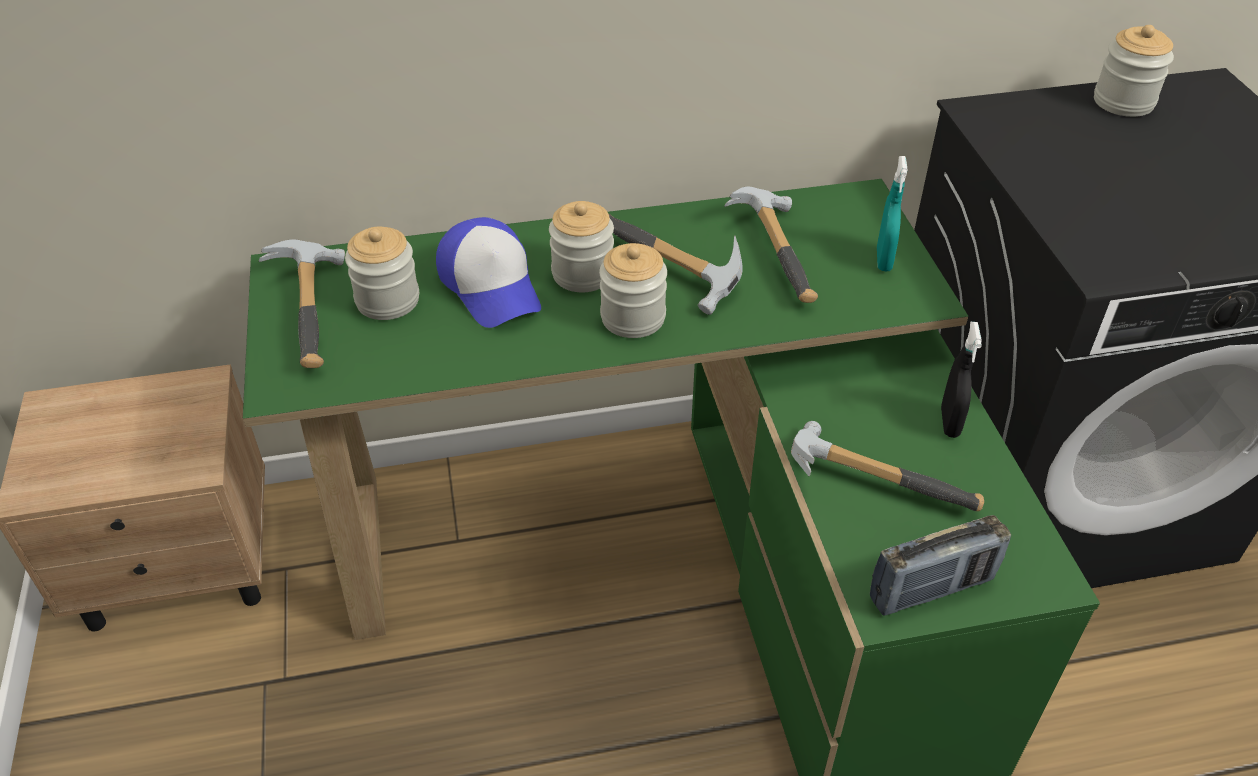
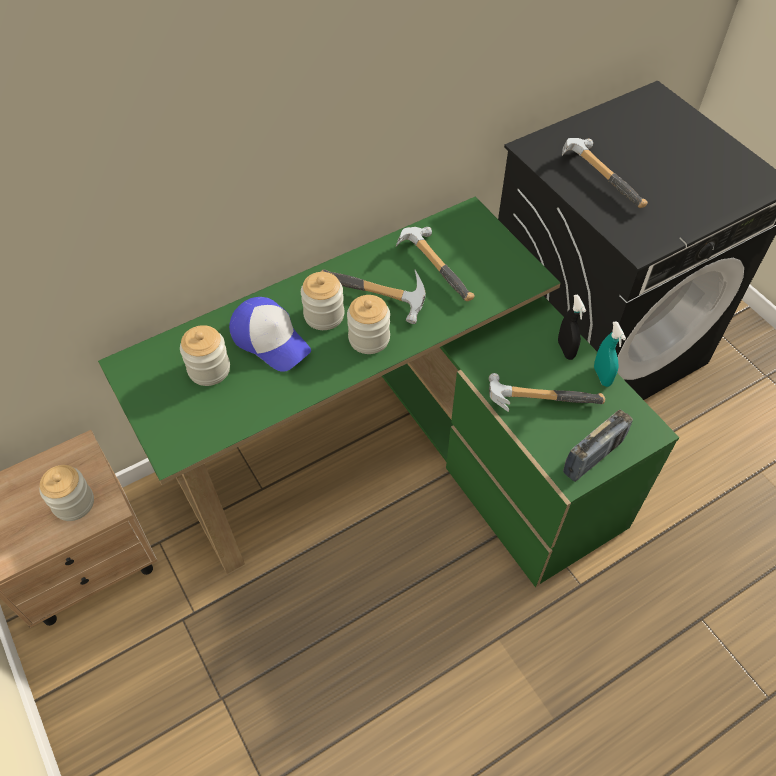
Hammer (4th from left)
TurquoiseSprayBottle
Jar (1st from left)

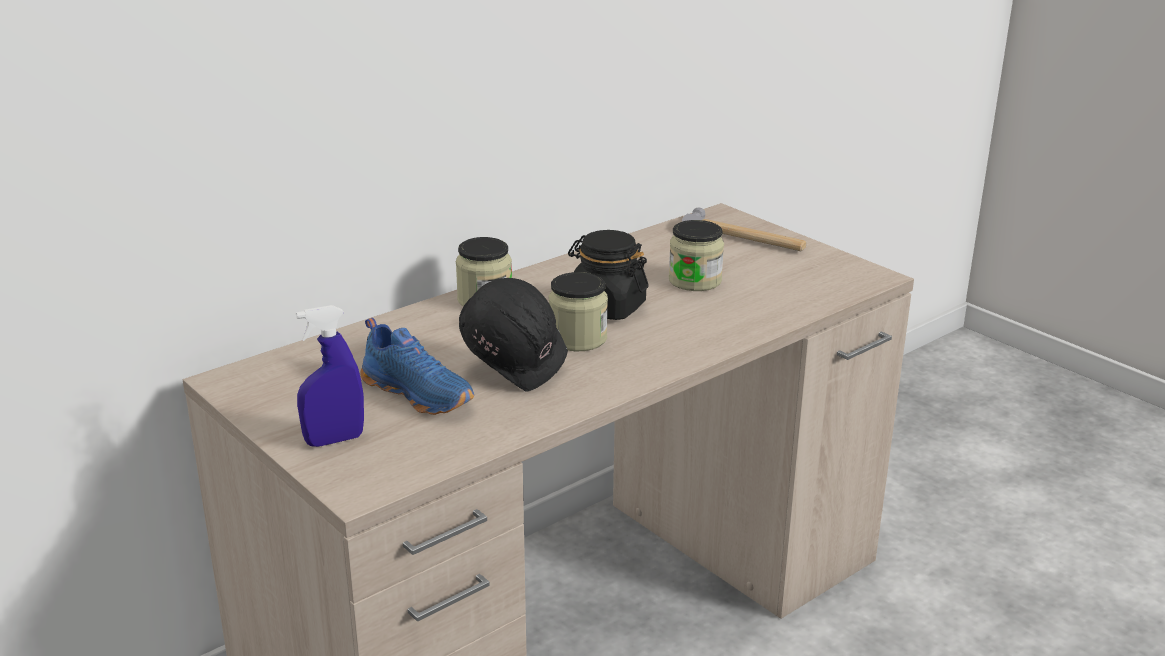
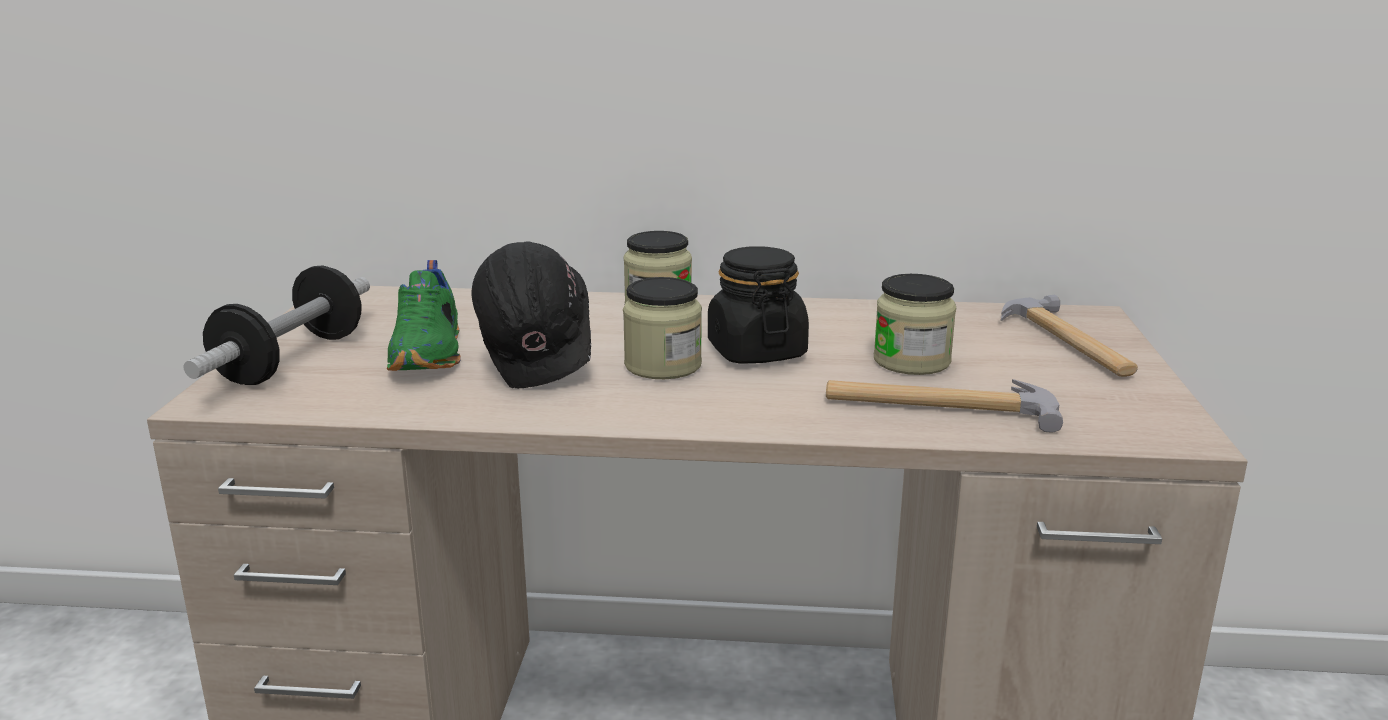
Dumbbell
GreenShoe
Hammer (1st from left)

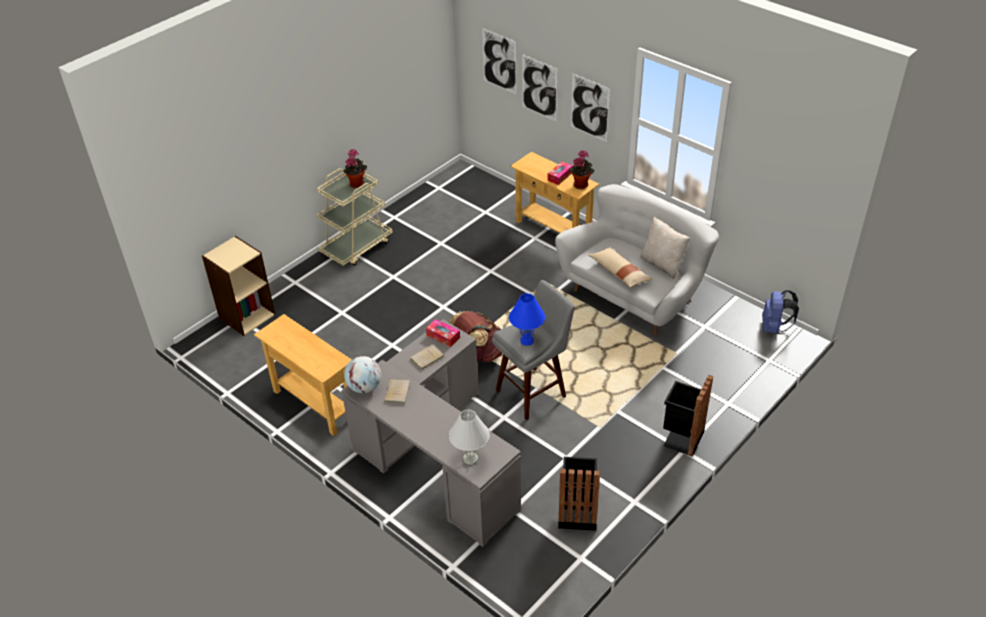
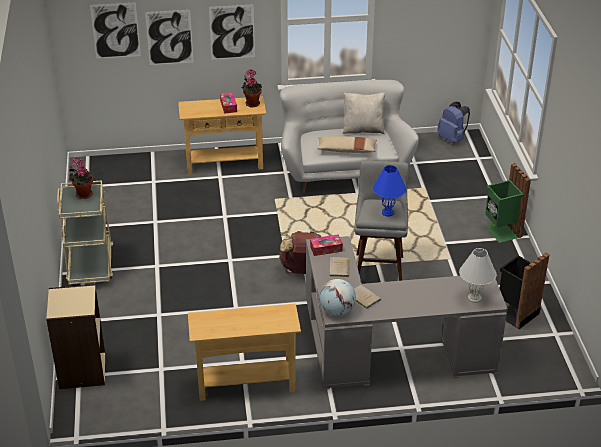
GreenTrashCan

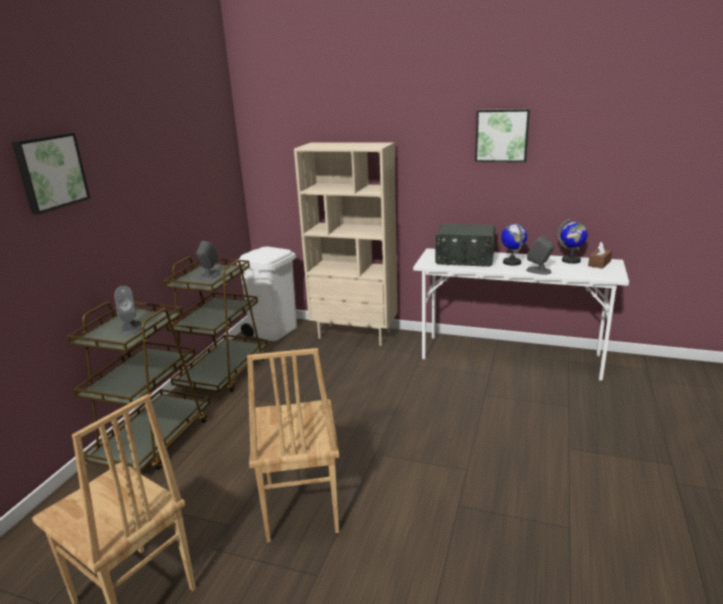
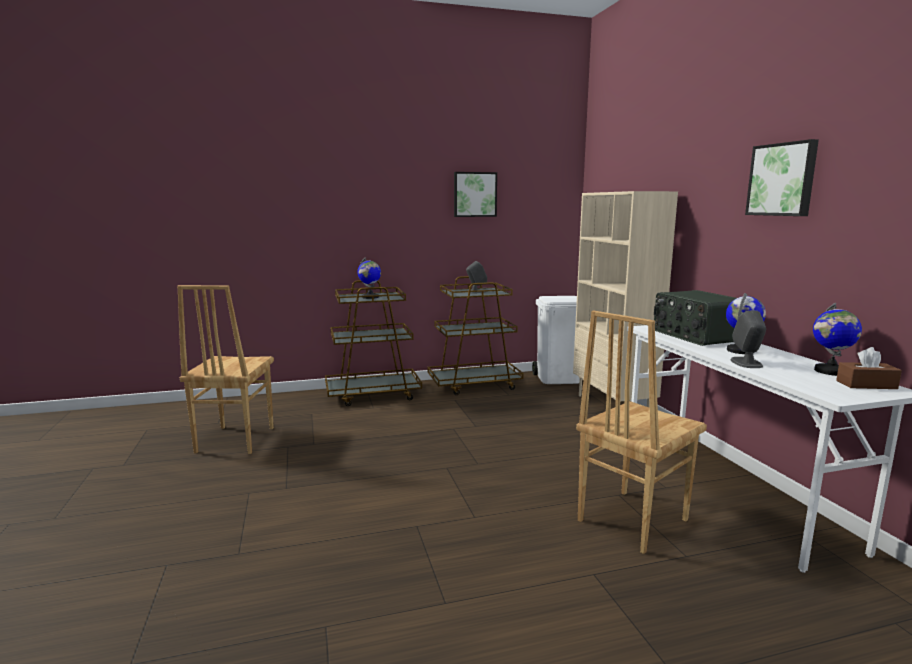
Picture (1st from left)
Globe (1st from left)
BrownChair (2nd from left)

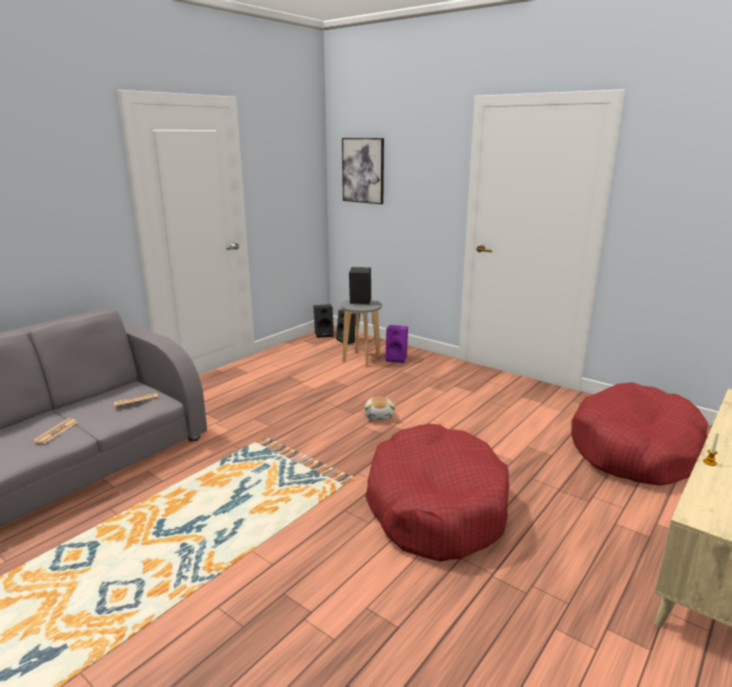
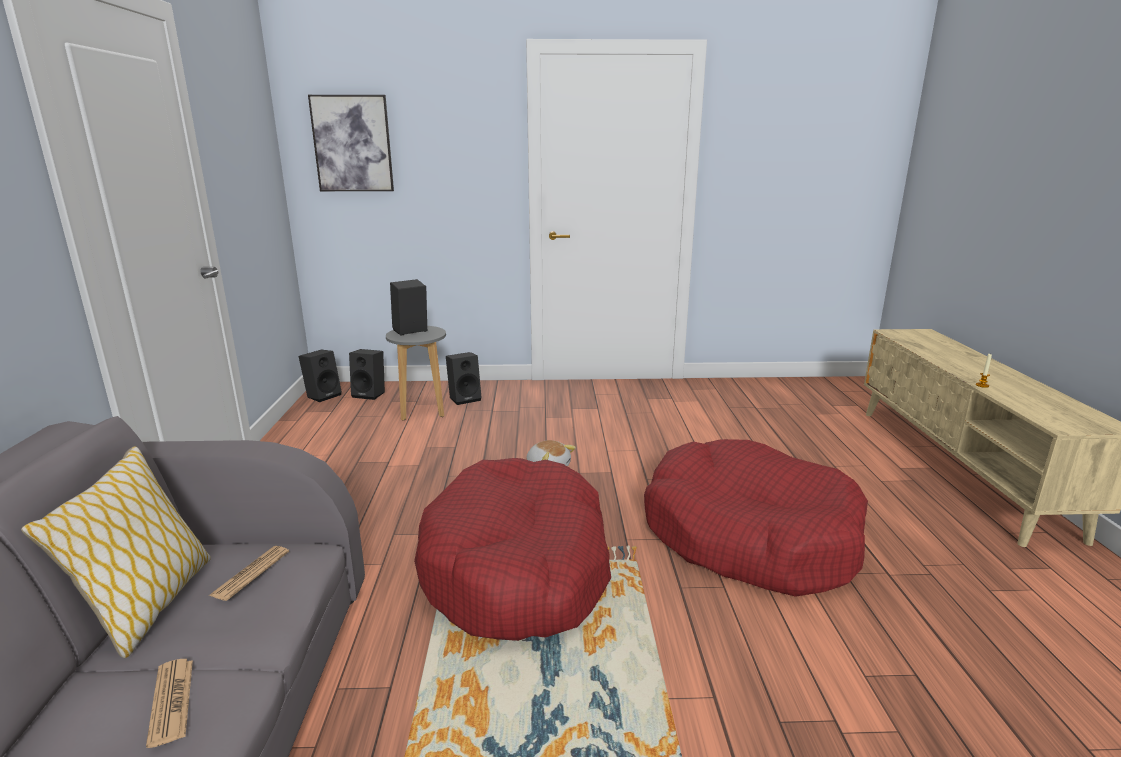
BlackSpeaker (4th from left)
RedDogBed (1st from left)
Pillow

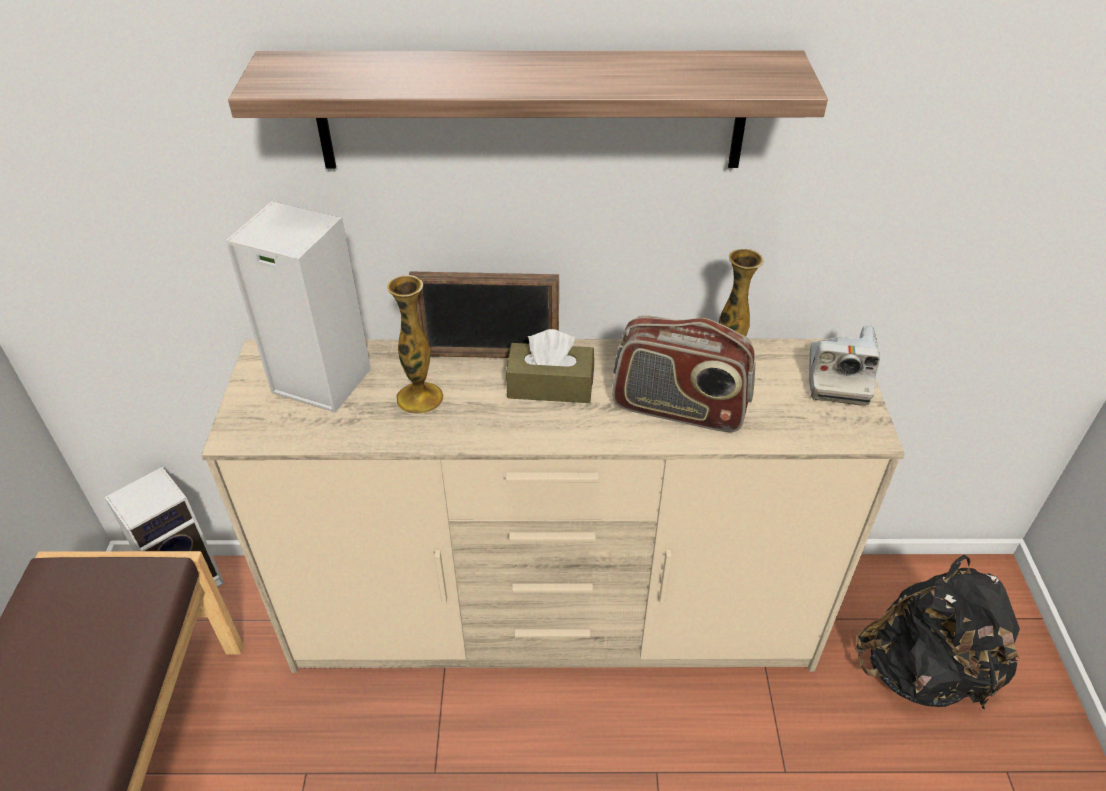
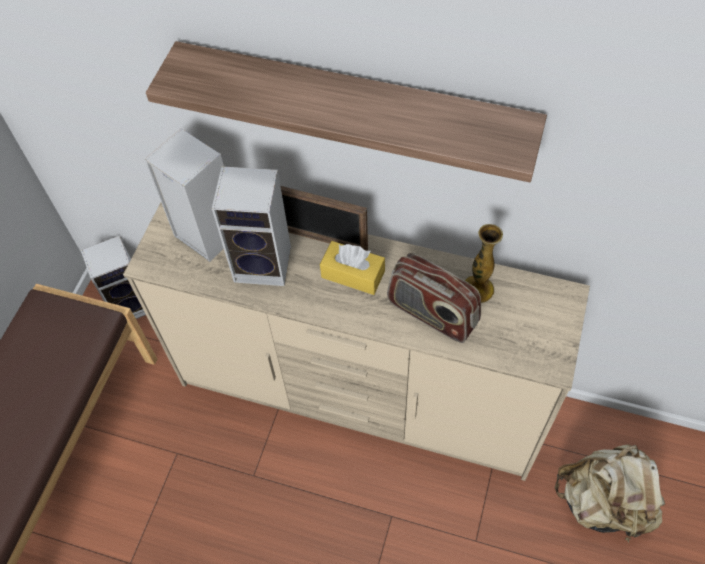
Speaker (3rd from left)
YellowTissueBox
PhotoCamera
BeigeBackpack

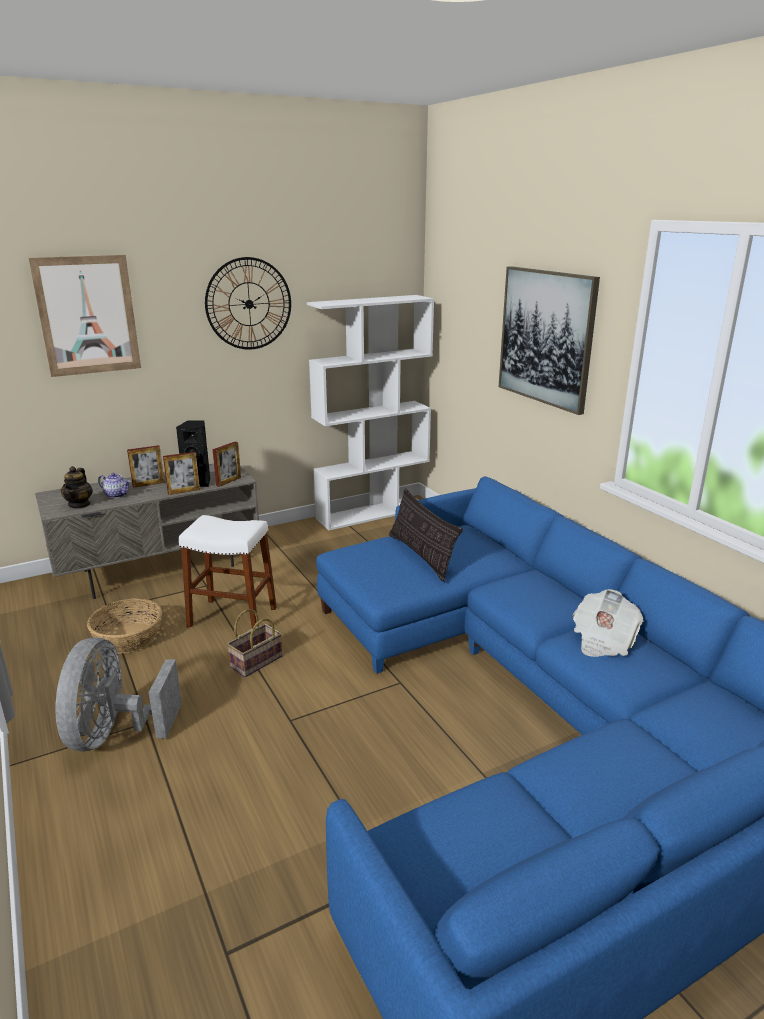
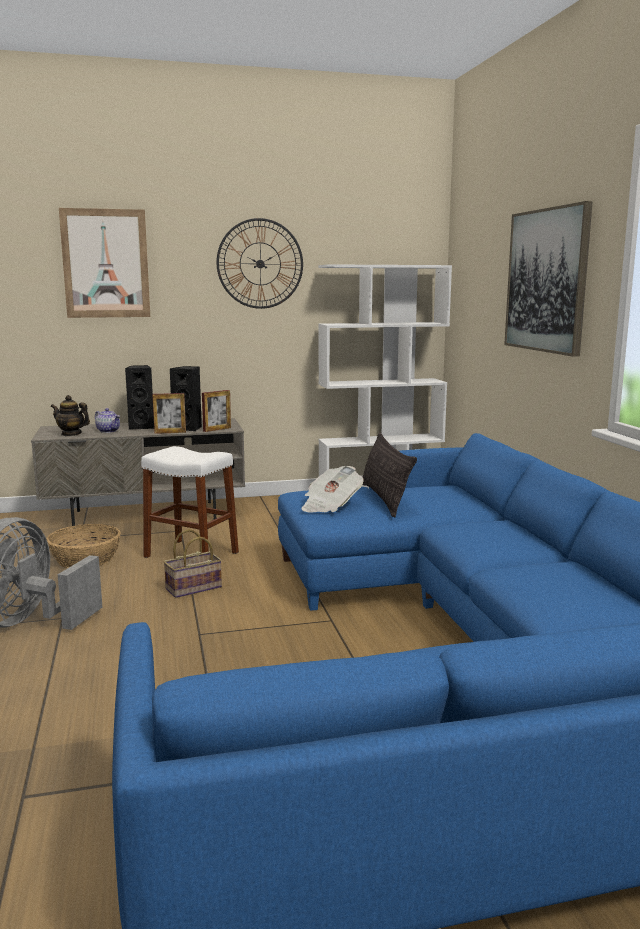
Teapot (1st from left)
BlackSpeaker (1st from left)
Newspaper

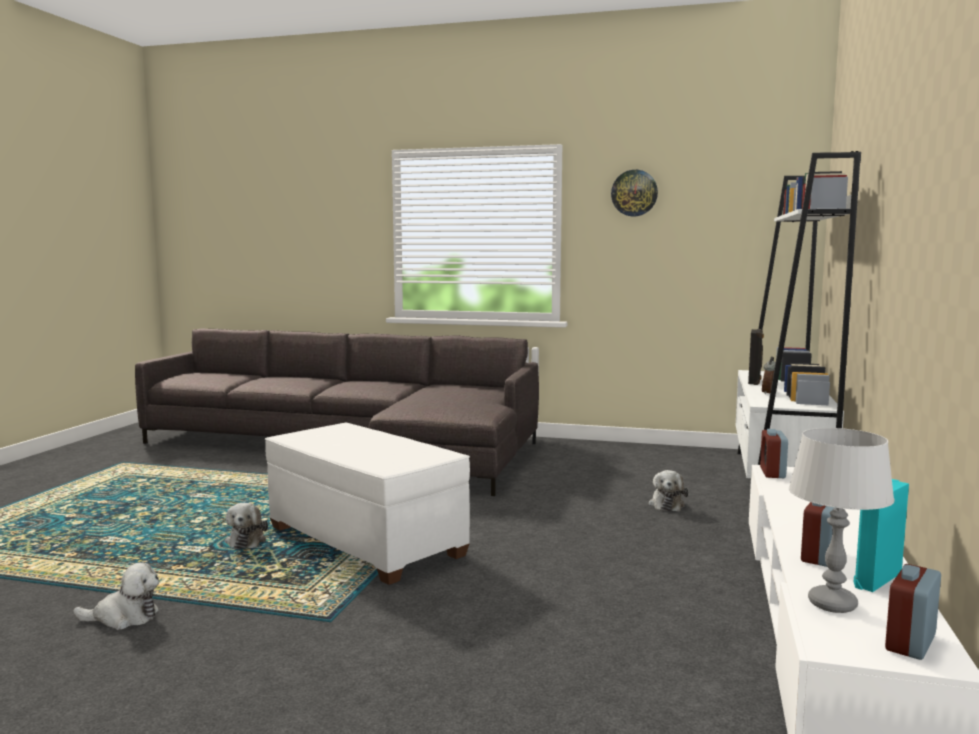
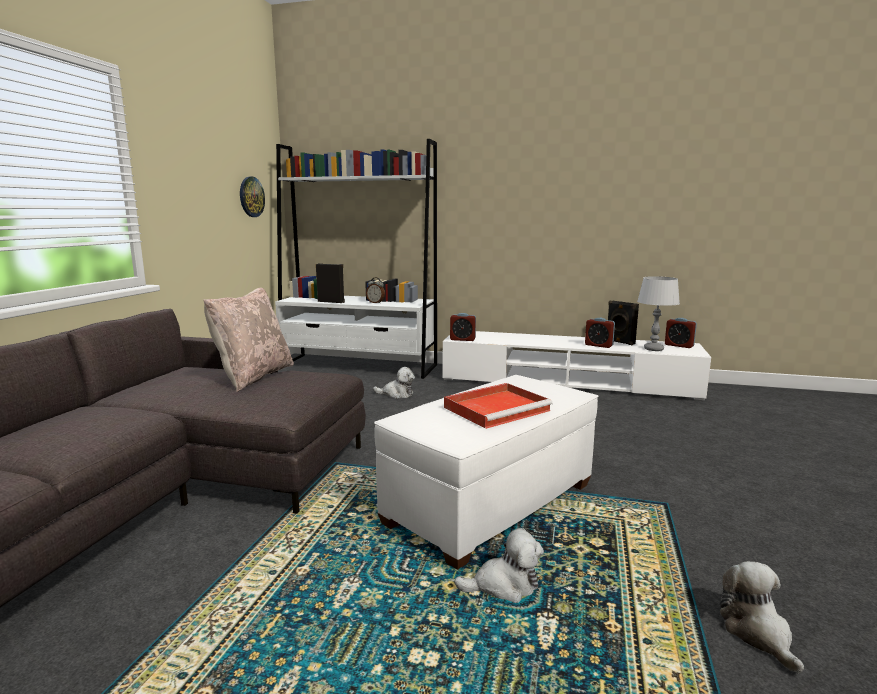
WallClock
BlackSpeaker (2nd from left)
BeigePillow
RedTray

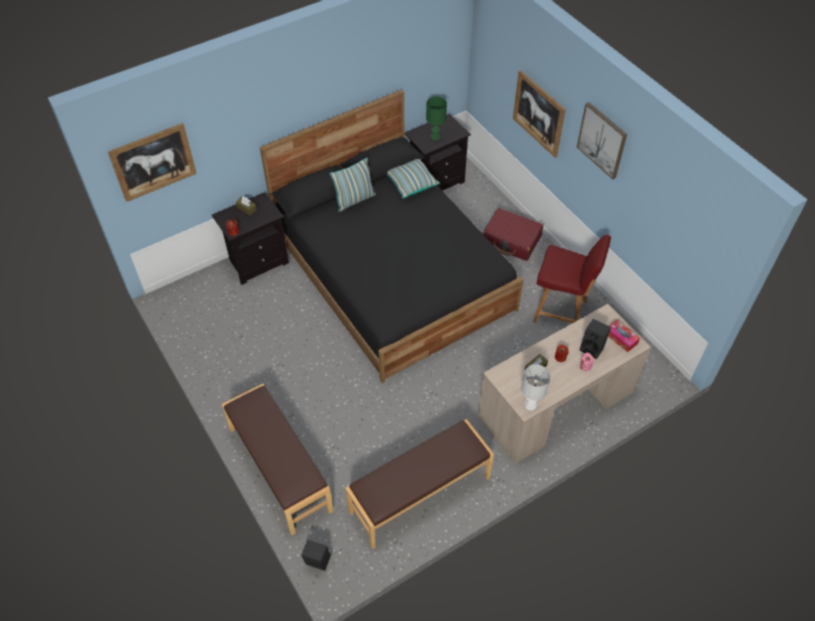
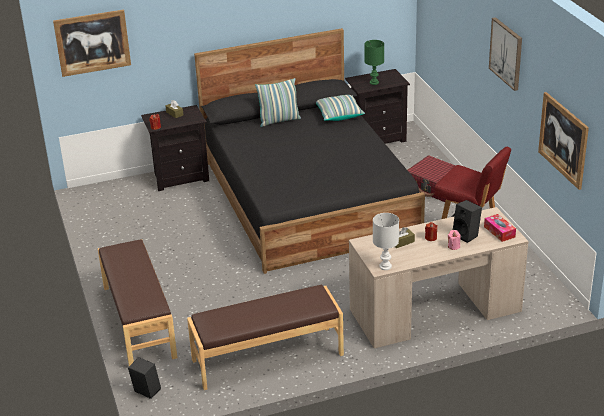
Picture (3rd from left)

